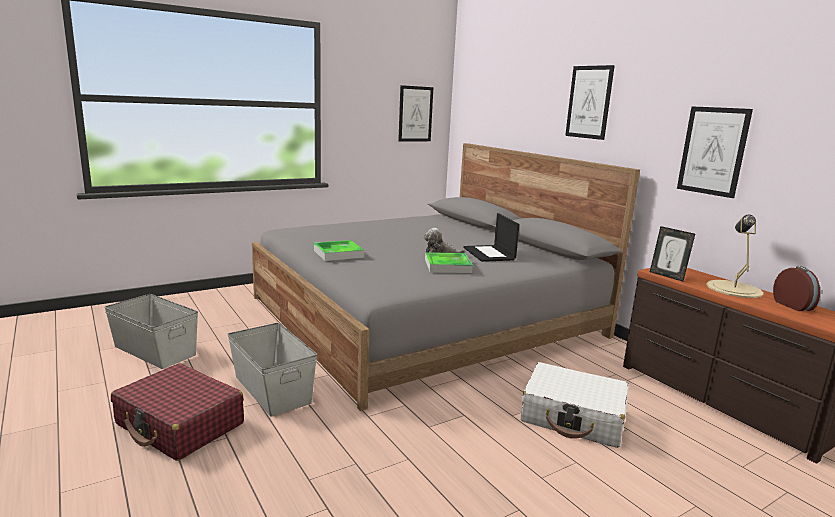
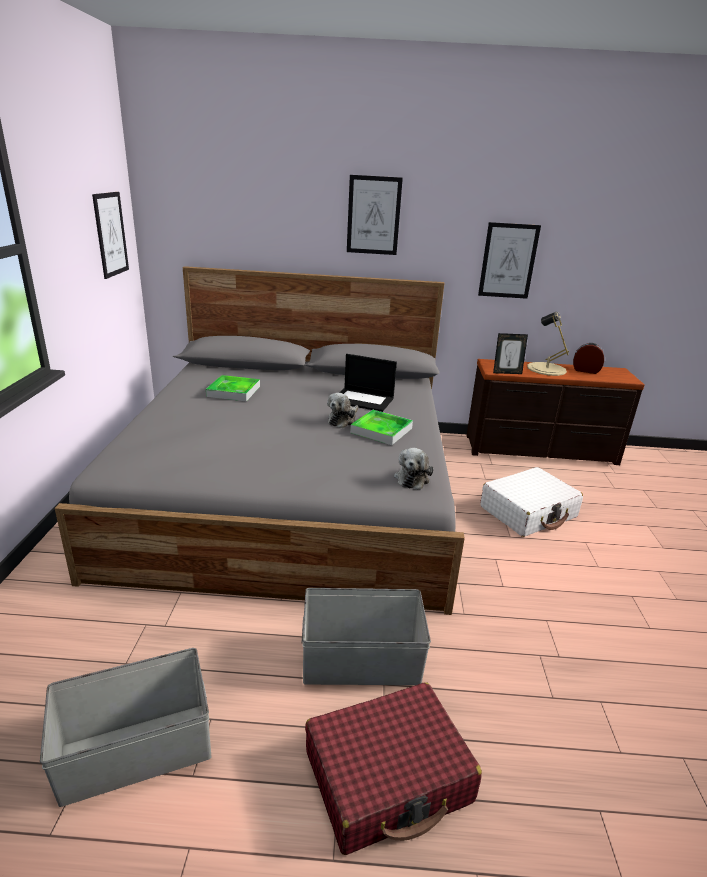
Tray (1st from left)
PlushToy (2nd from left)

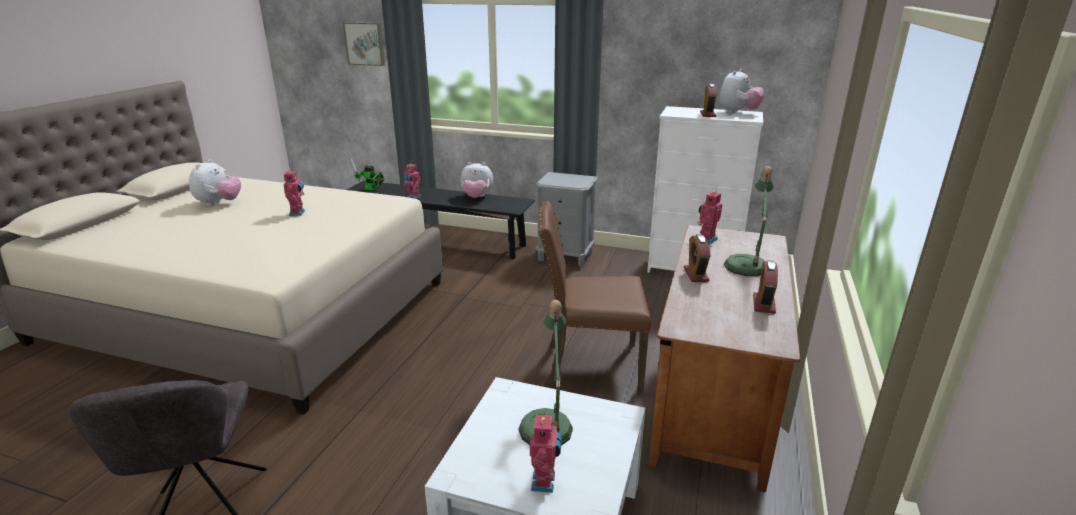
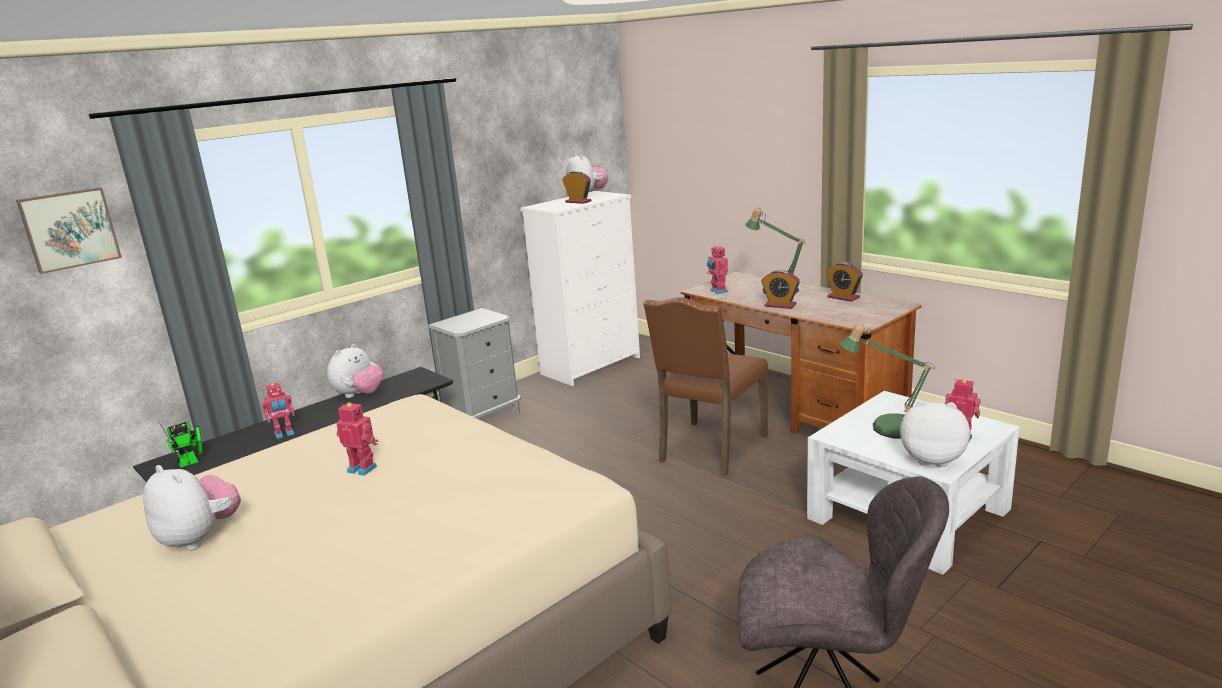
PlushToy (4th from left)

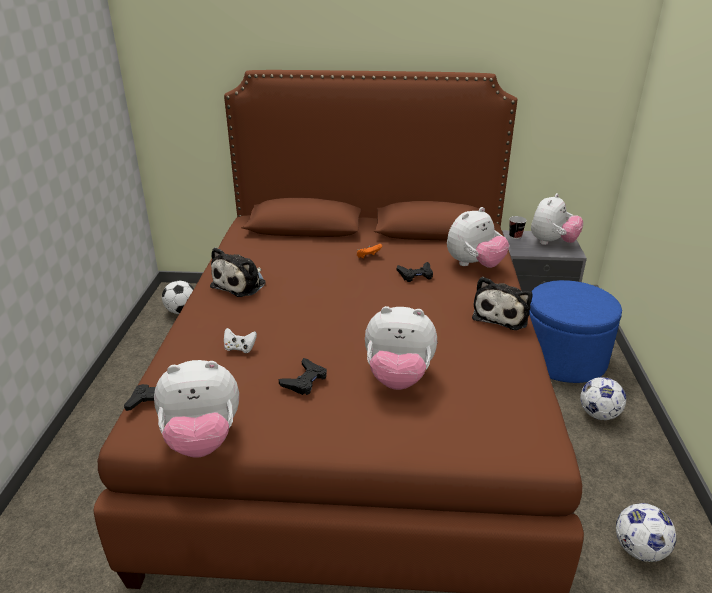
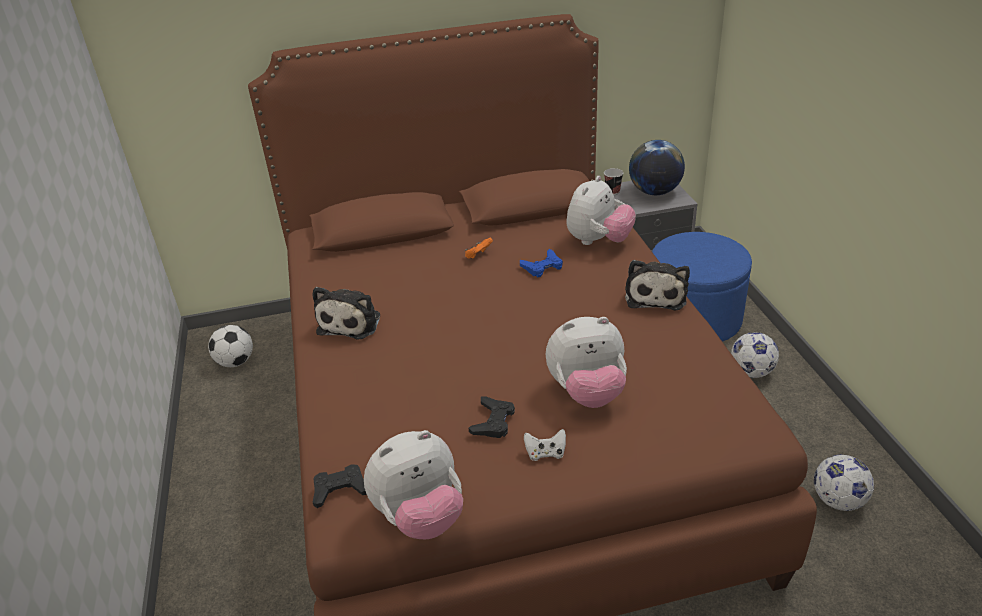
WhiteGameController
BlueGameController
Globe

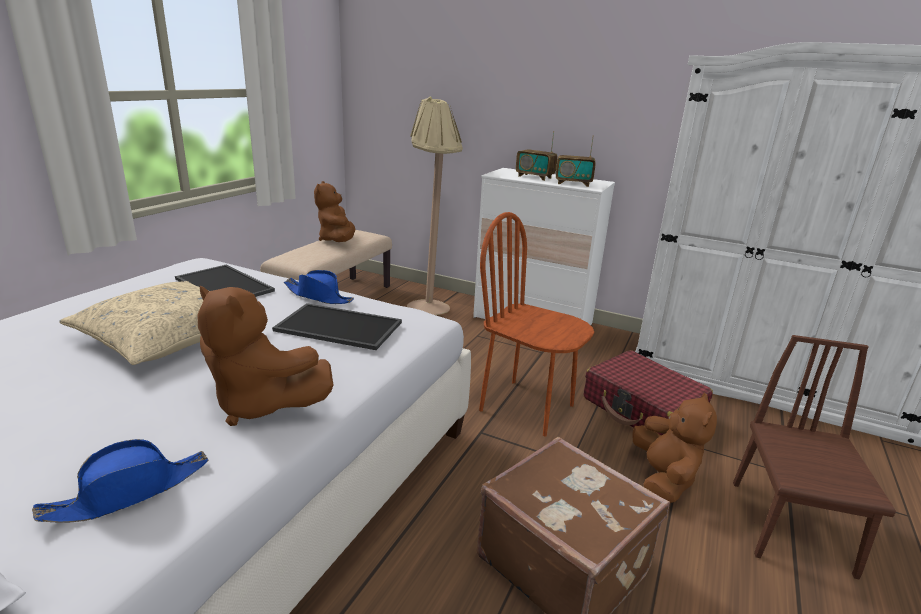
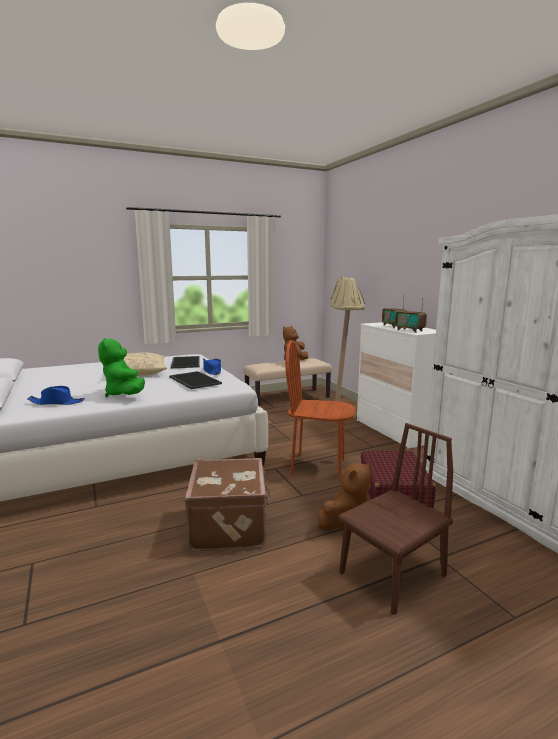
GreenPlushToy
BrownChair (1st from left)

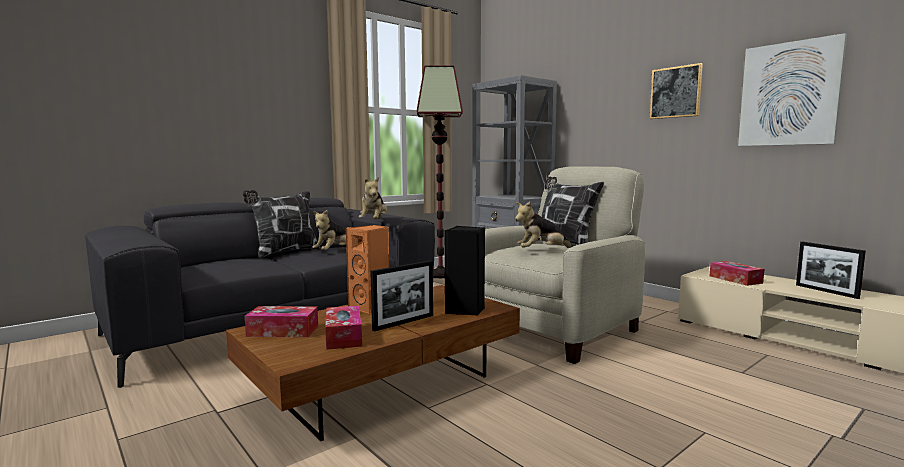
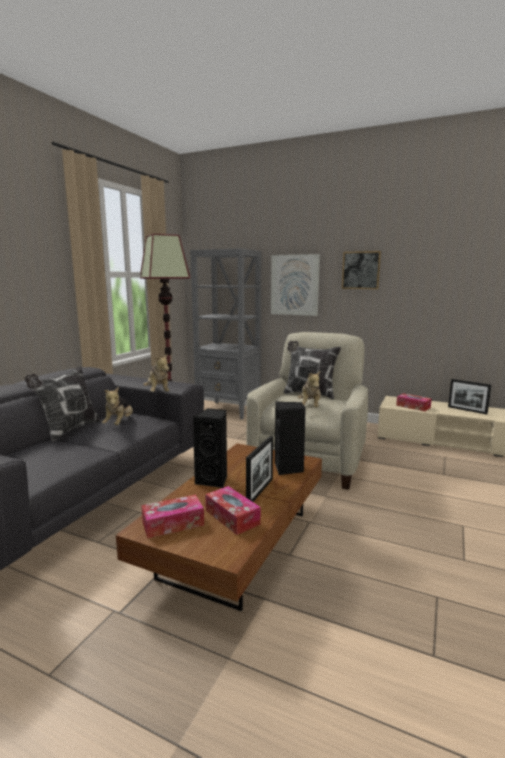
BlackSpeaker (1st from left)
PlushToy (3rd from left)
Picture (1st from left)

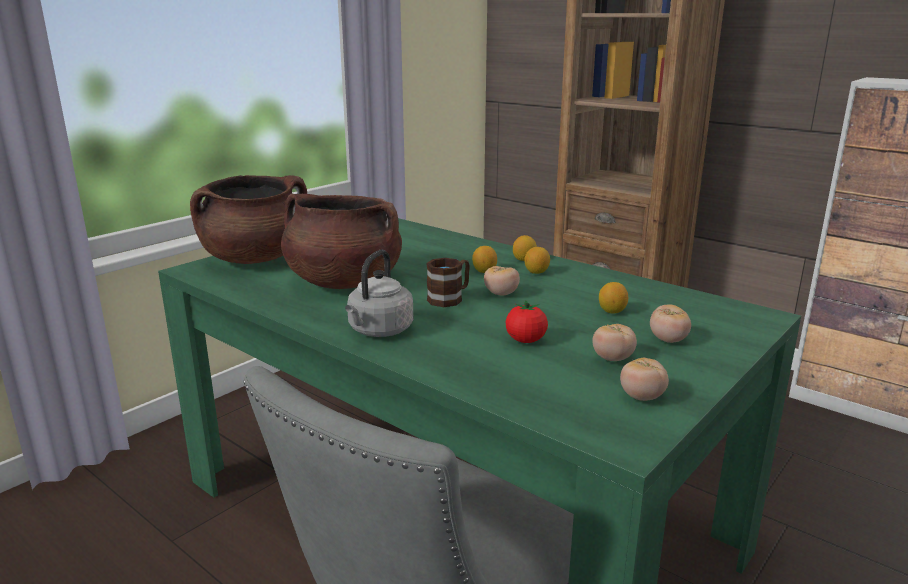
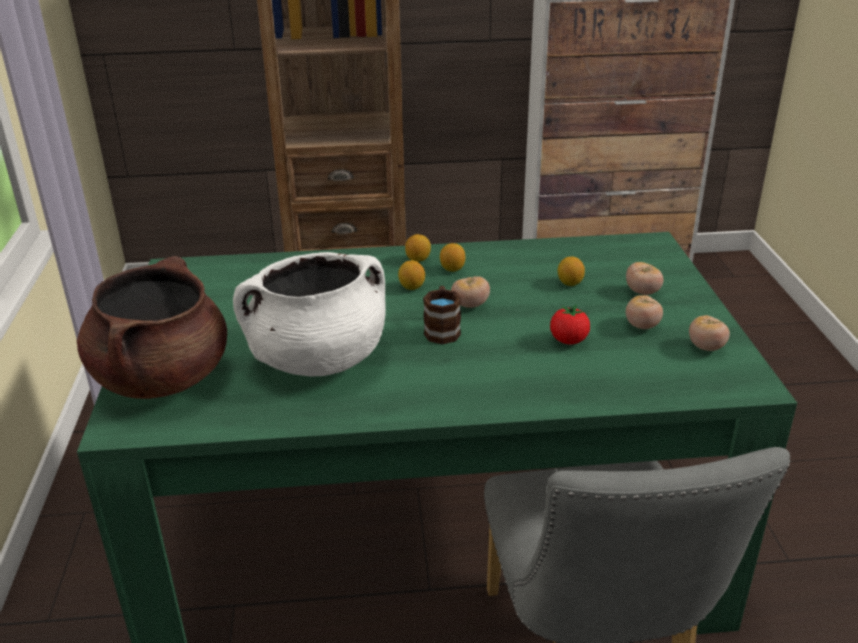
WhiteCookingPot
GreyKettle

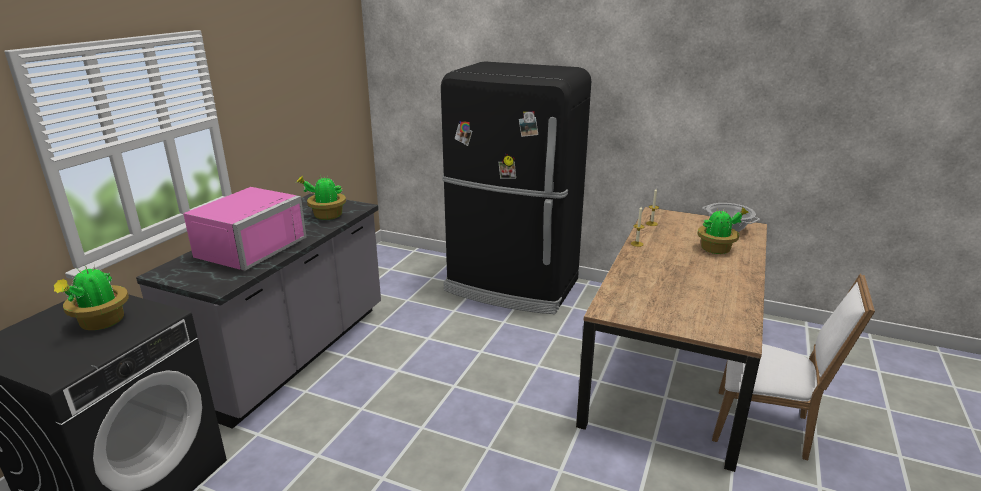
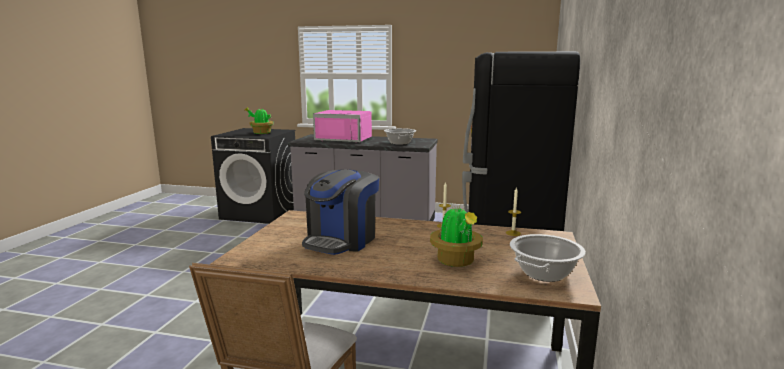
CookingPot (1st from left)
CoffeeMachine

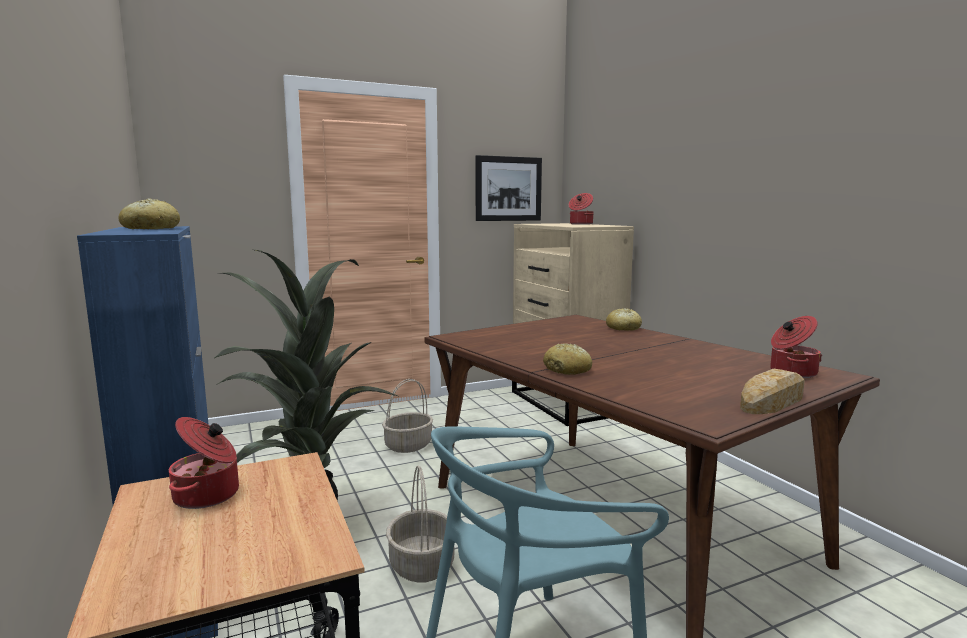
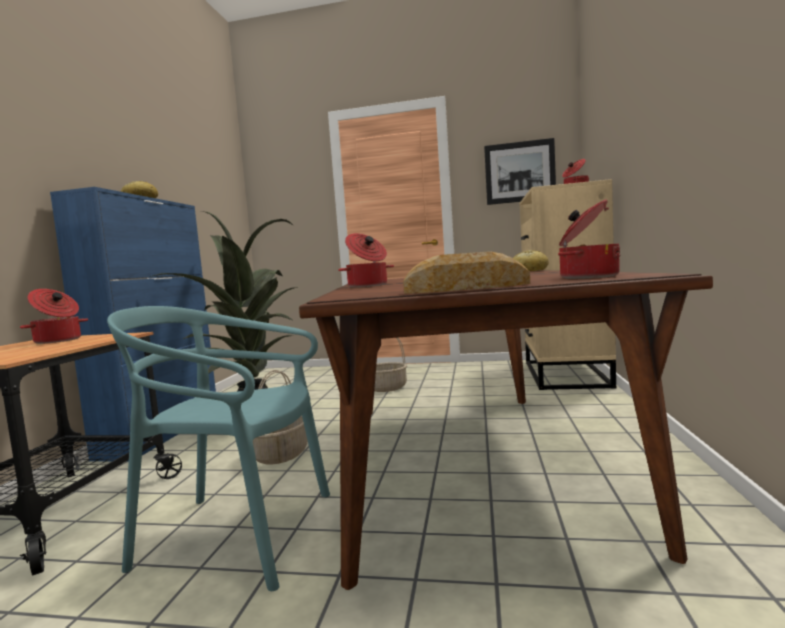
CookingPot (2nd from left)

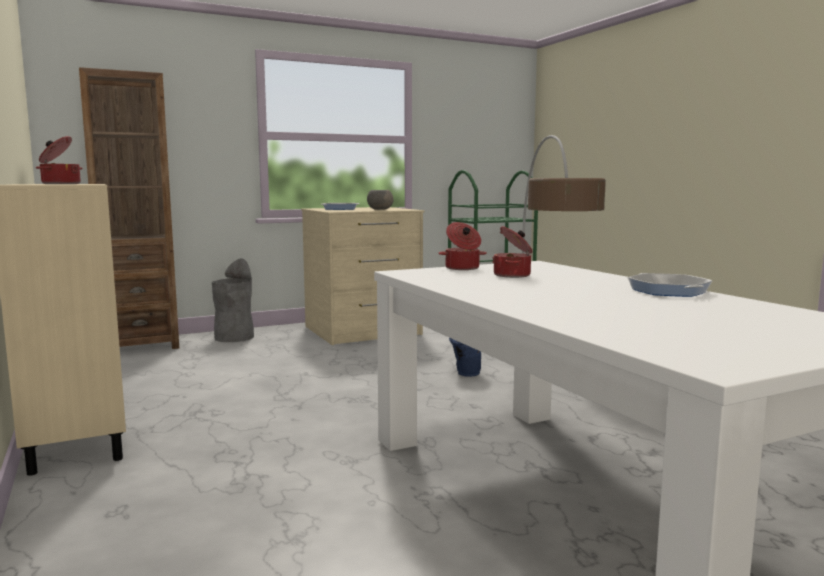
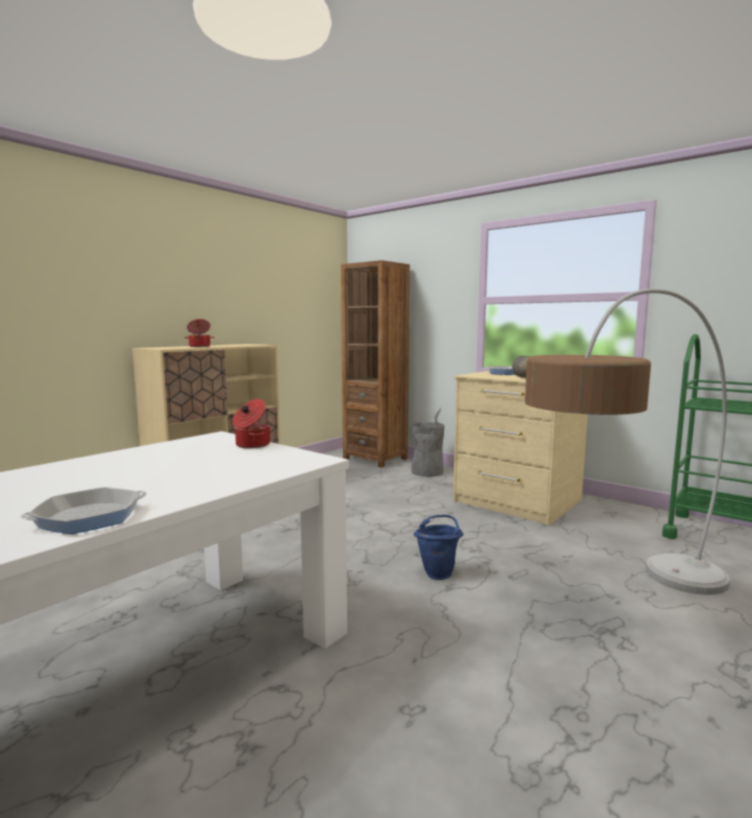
CookingPot (3rd from left in the first image)

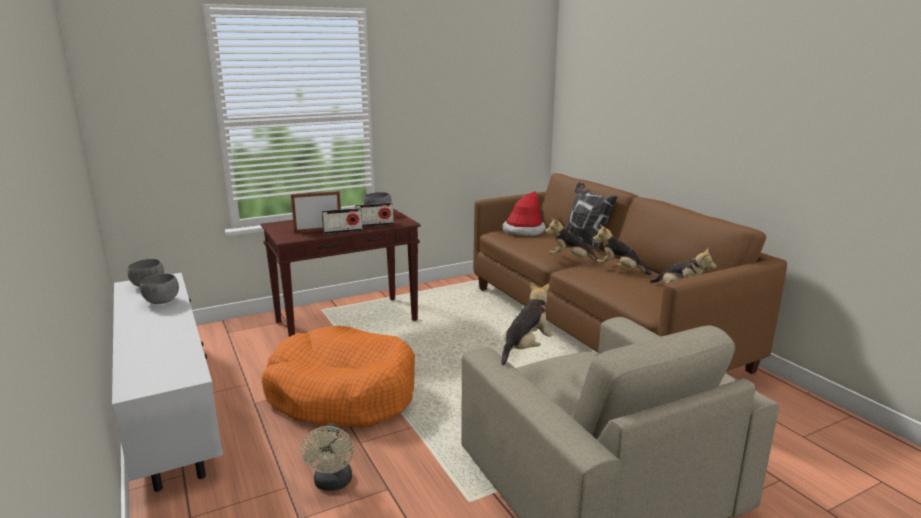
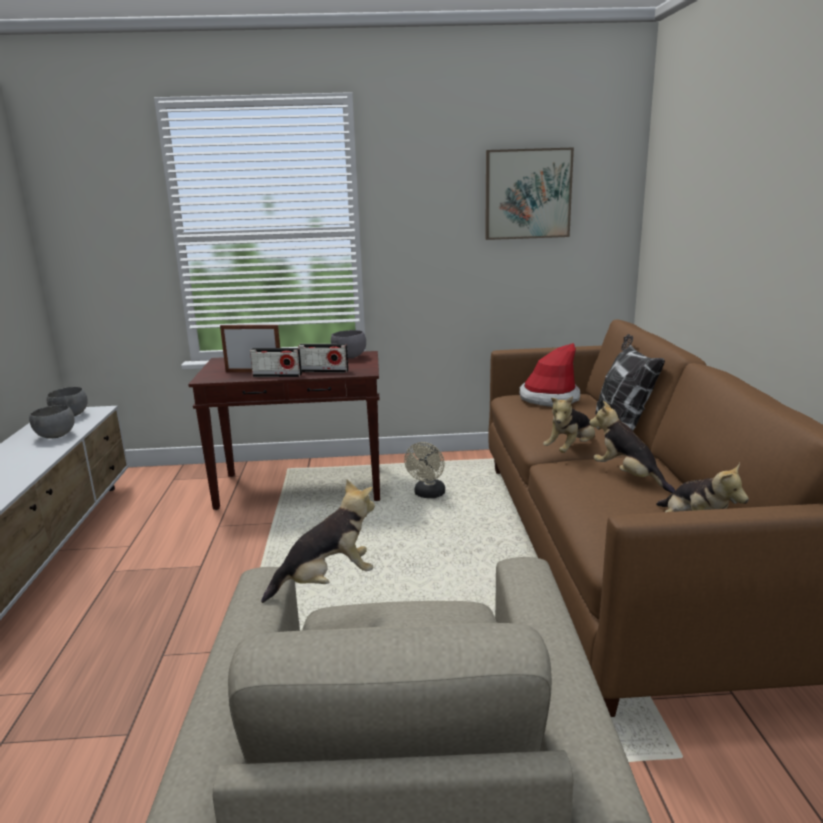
OrangeDogBed
BeigeFan
PlushToy (2nd from left)
Picture

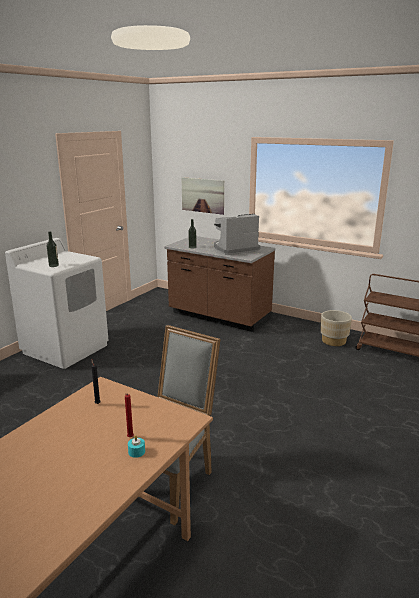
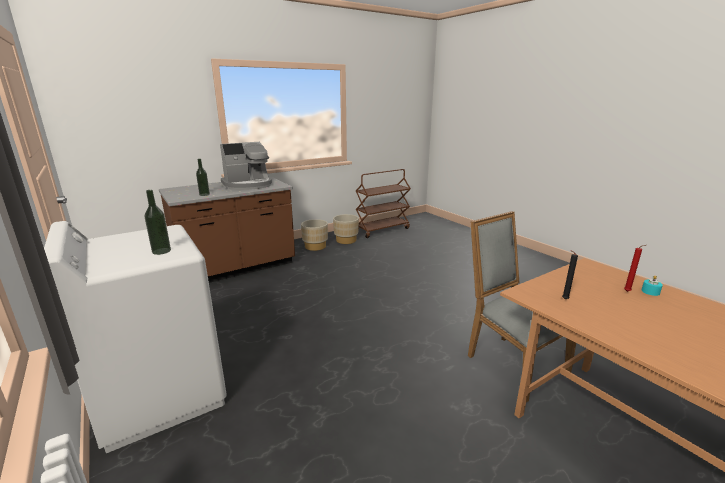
Picture
CoffeeMachine
BeigePlanter (1st from left)

